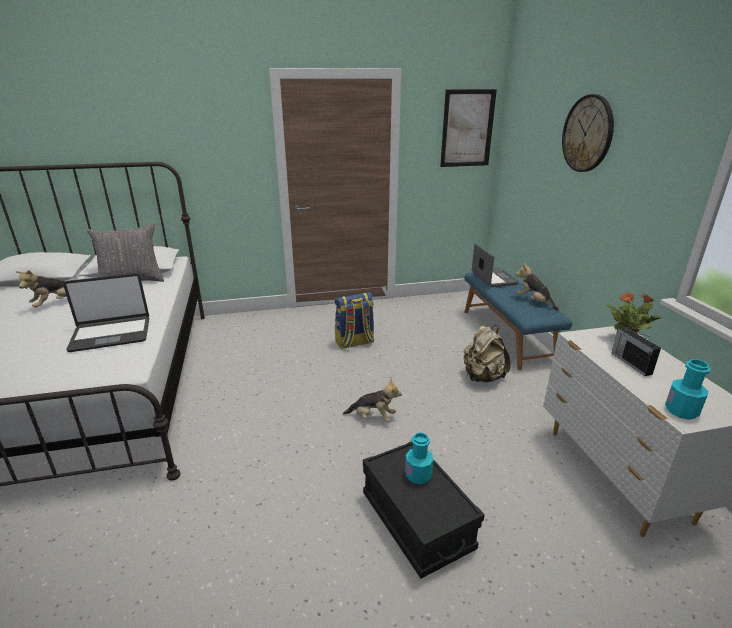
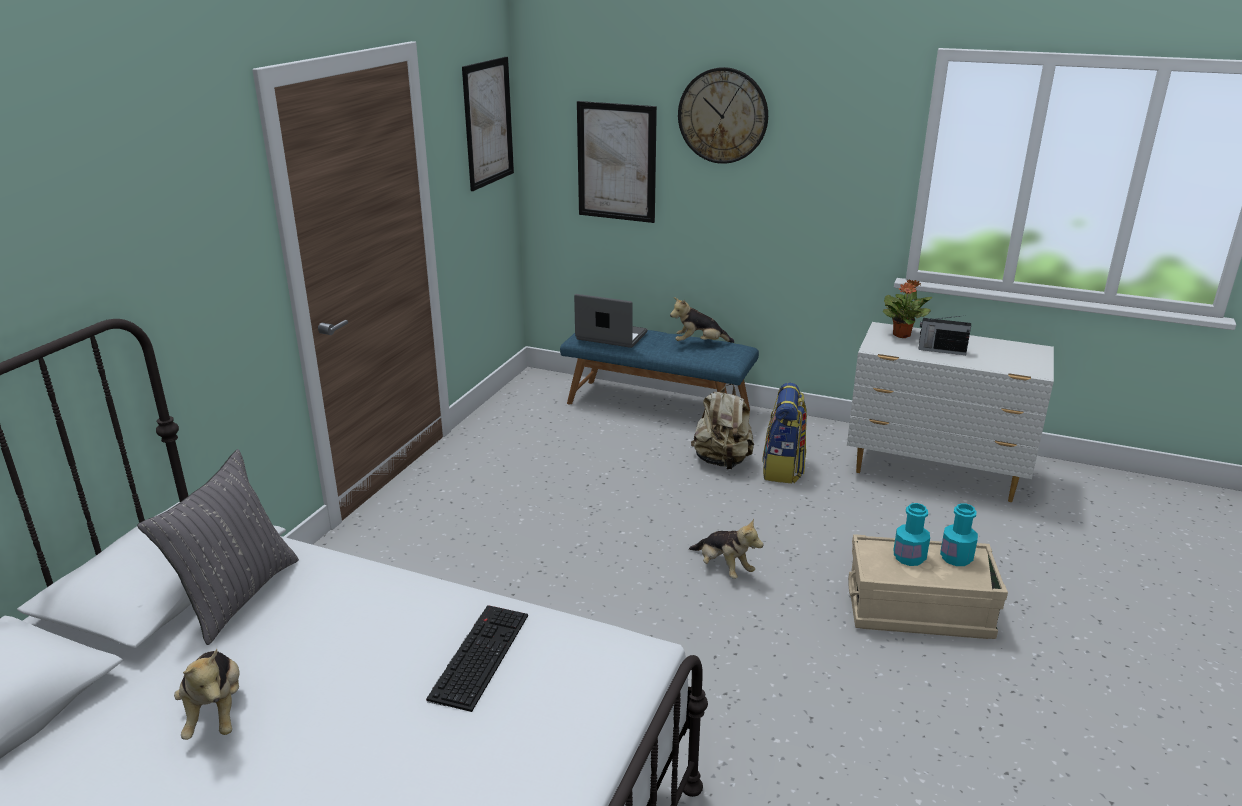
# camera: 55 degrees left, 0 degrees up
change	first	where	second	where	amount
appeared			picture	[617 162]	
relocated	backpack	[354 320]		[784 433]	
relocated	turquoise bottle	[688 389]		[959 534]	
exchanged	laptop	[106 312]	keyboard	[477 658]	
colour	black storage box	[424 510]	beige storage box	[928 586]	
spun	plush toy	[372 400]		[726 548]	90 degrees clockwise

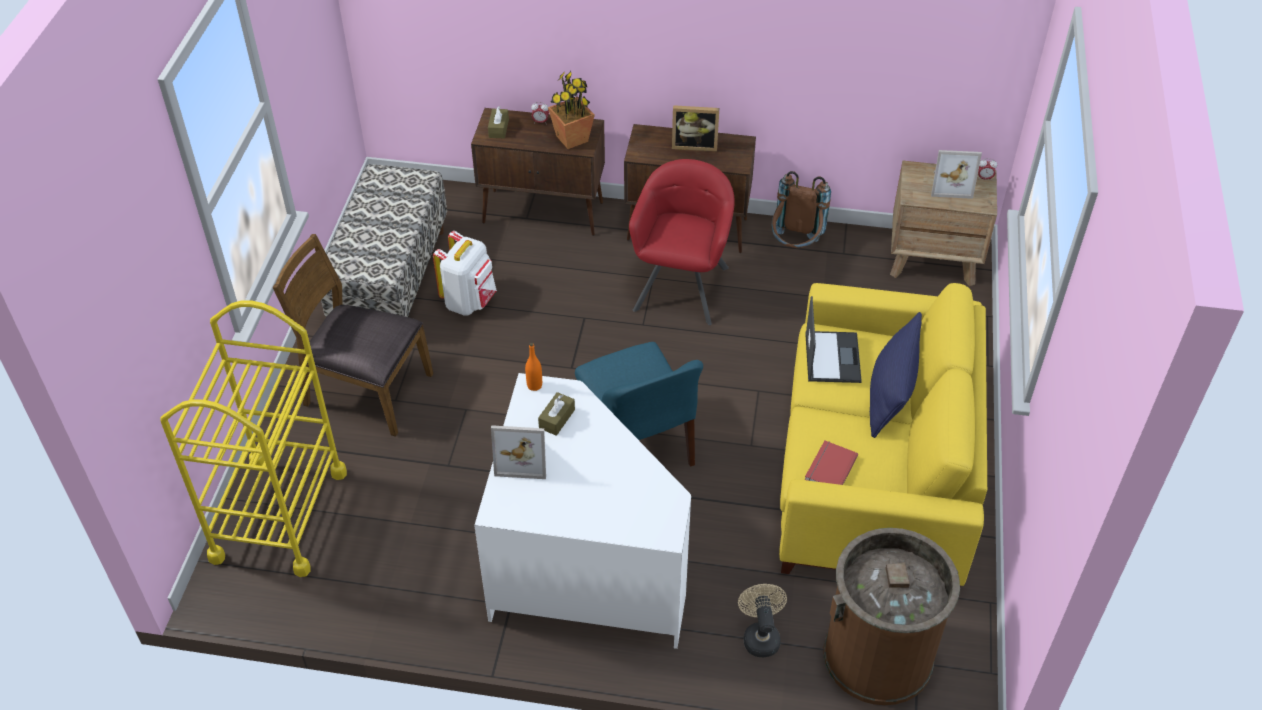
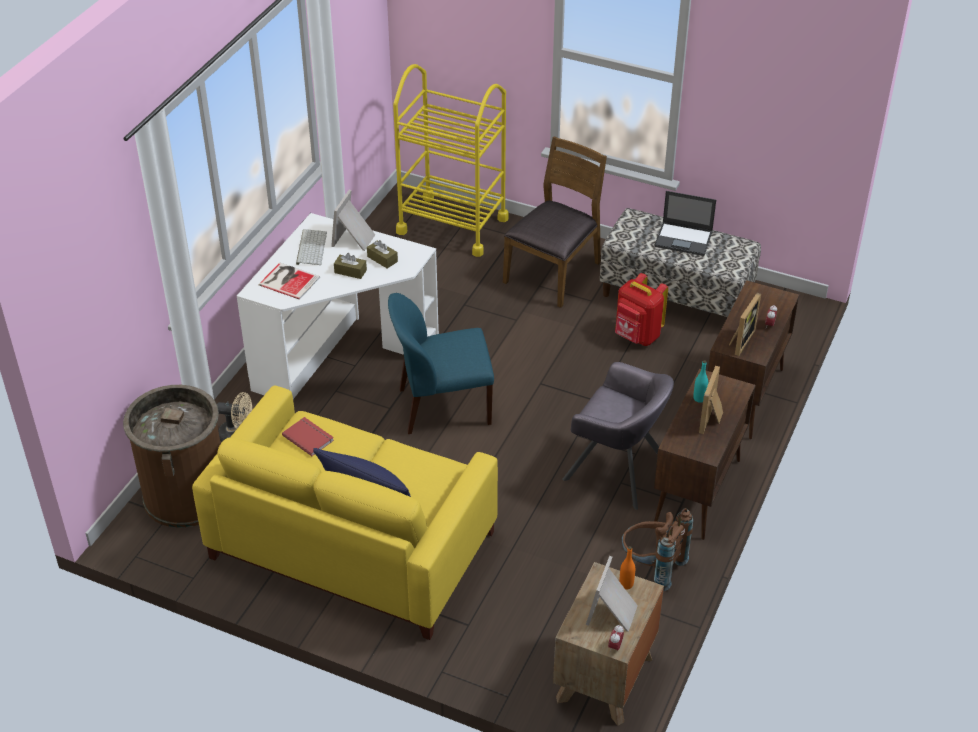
# camera: 105 degrees right, 5 degrees down
change	first	where	second	where	amount
appeared			book	[289 281]	
appeared			keyboard	[311 247]	
appeared			turquoise bottle	[700 381]	
relocated	brown tissue box	[498 122]		[350 266]	
relocated	orange bottle	[533 367]		[627 567]	
relocated	laptop	[833 339]		[685 223]	
exchanged	potted plant	[571 110]	picture frame	[745 324]	
colour	white backpack	[465 273]	red backpack	[641 309]	
colour	red armchair	[682 242]	grey armchair	[618 436]	

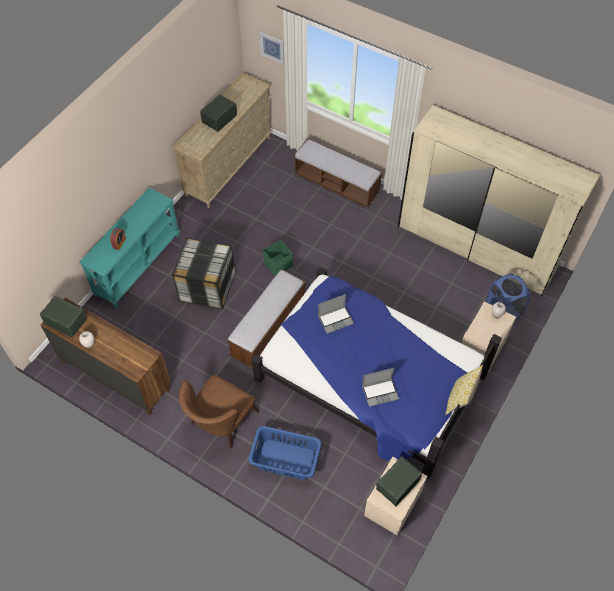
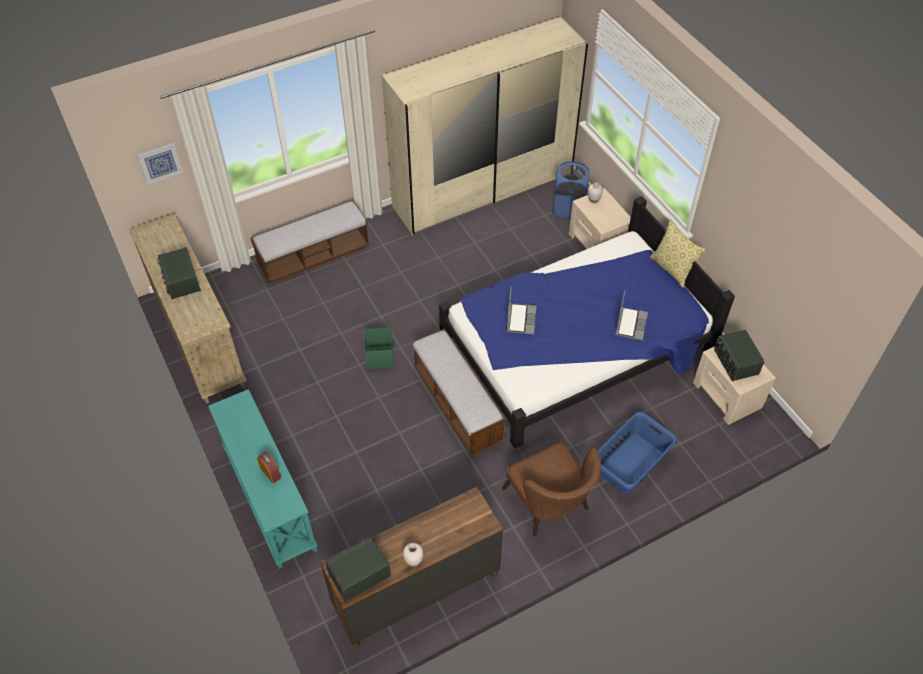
# camera: 60 degrees left, 5 degrees down
change	first	where	second	where	amount
missing	storage box	[204 273]			

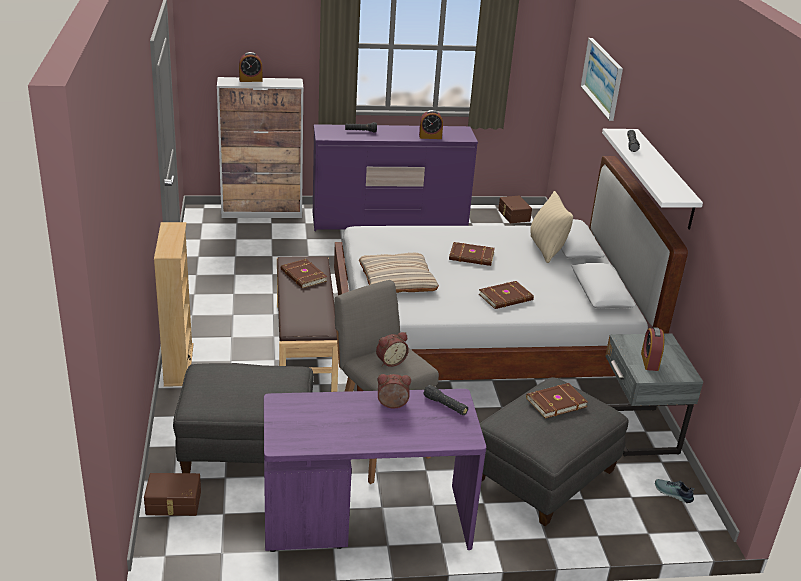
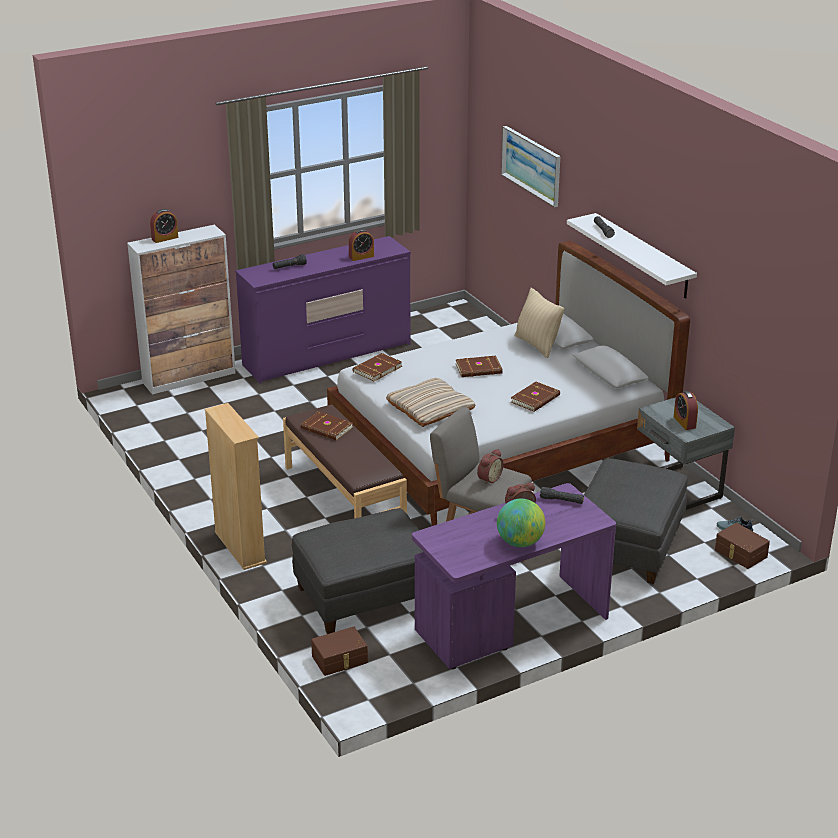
# camera: 20 degrees left, 0 degrees up
change	first	where	second	where	amount
appeared			globe	[521 523]	
relocated	brown storage box	[515 209]		[742 546]	
relocated	brown book	[557 401]		[377 367]	

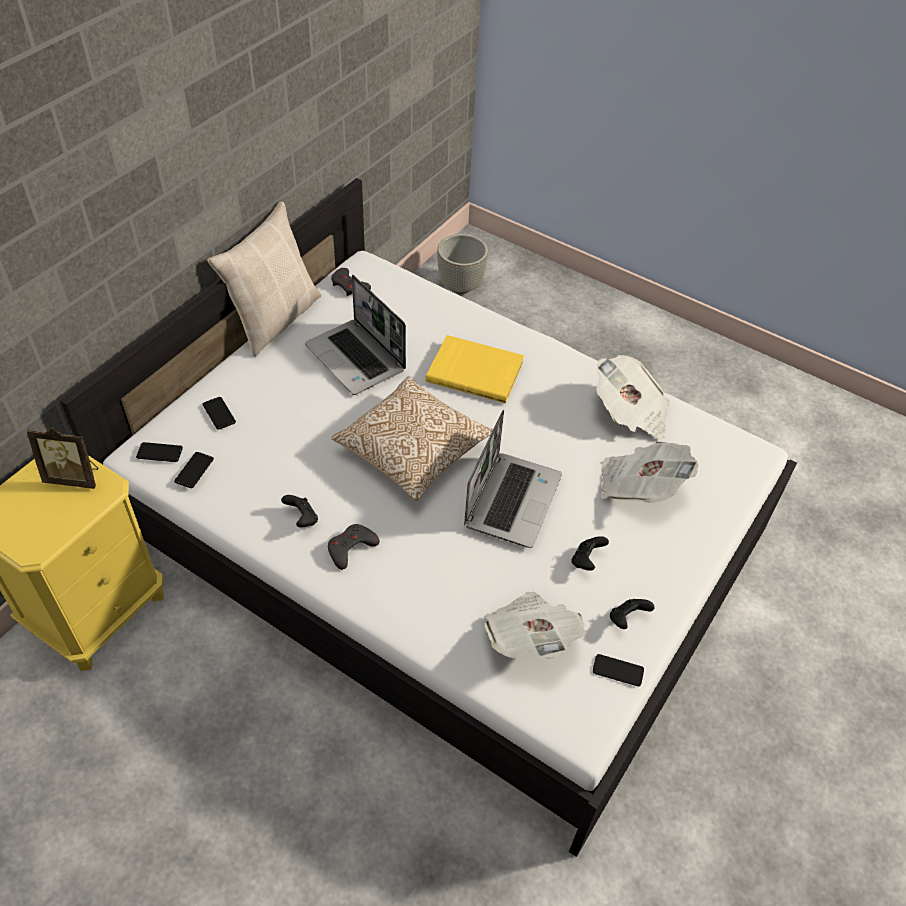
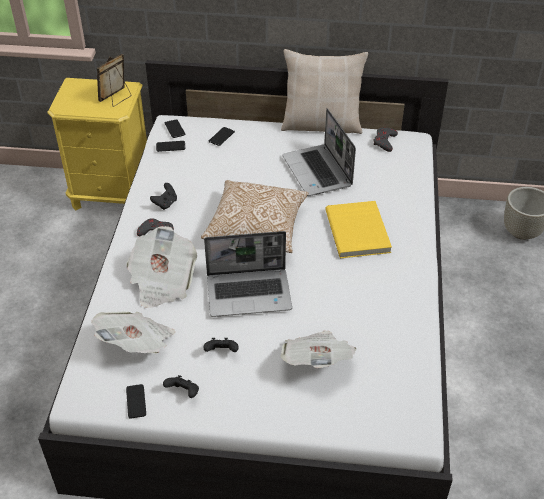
# camera: 65 degrees right, 5 degrees down
change	first	where	second	where	amount
relocated	newspaper	[633 397]		[162 267]	
spun	picture frame	[62 458]		[114 80]	60 degrees clockwise
spun	laptop	[355 335]		[319 152]	45 degrees counterclockwise

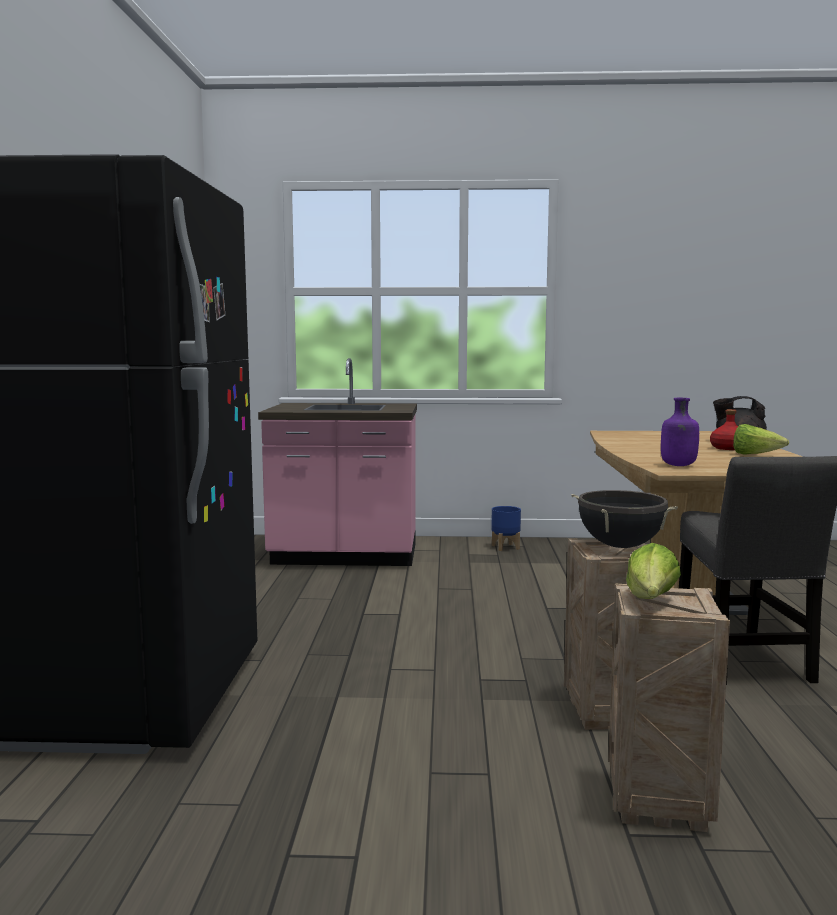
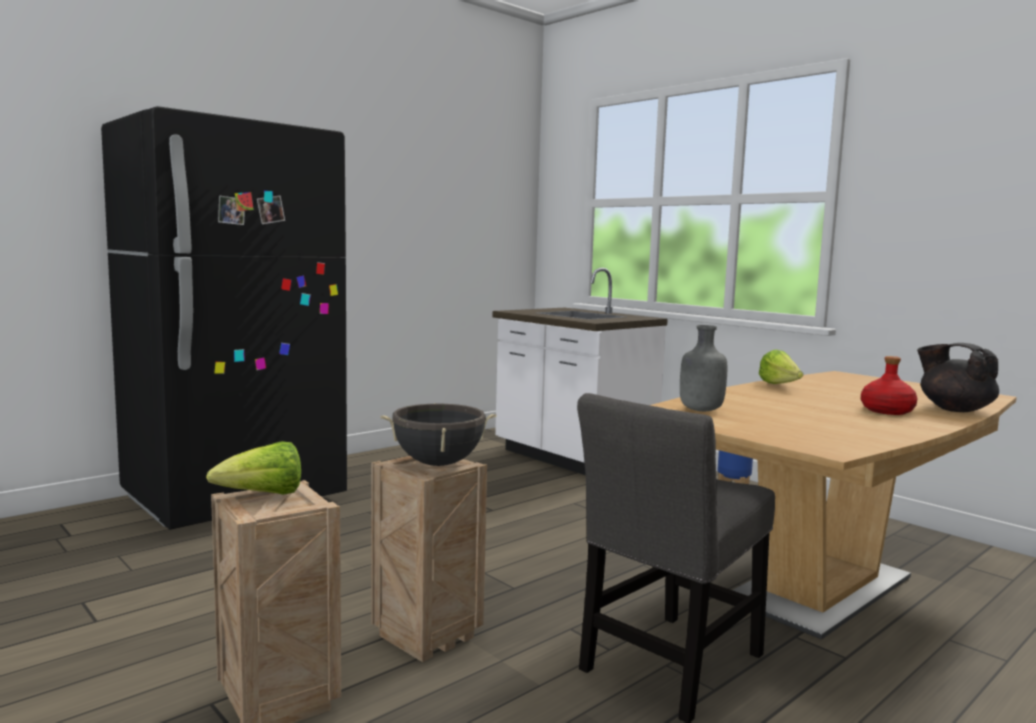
# camera: 45 degrees right, 0 degrees up
change	first	where	second	where	amount
relocated	lettuce	[761 439]		[780 367]	
colour	pink counter	[337 462]	white counter	[580 371]	
colour	purple bottle	[680 432]	grey bottle	[703 368]	

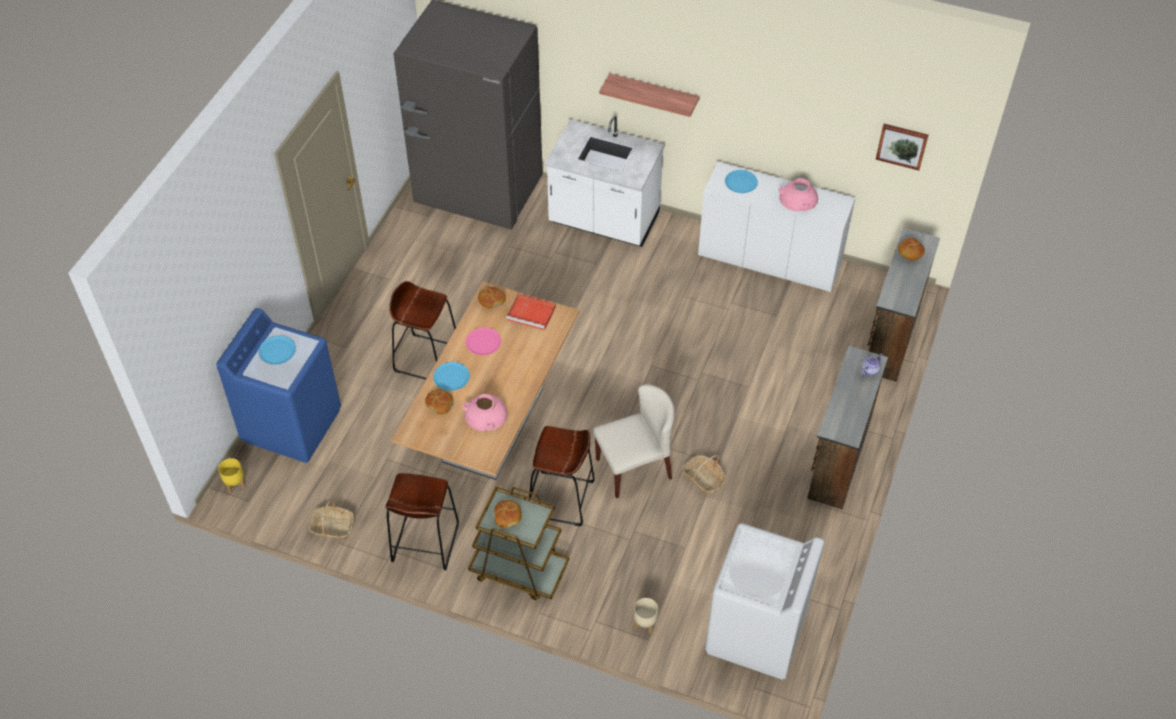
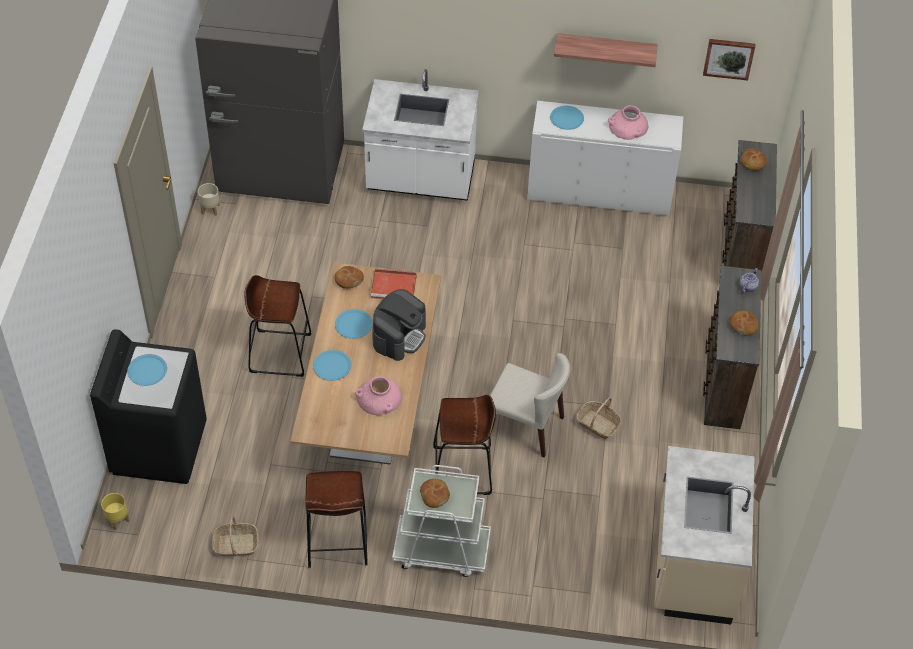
# camera: 15 degrees left, 0 degrees up
change	first	where	second	where	amount
appeared			coffee machine	[399 325]	
relocated	bread	[439 401]		[744 323]	
relocated	shelf	[649 95]		[606 50]	
relocated	beige planter	[646 616]		[209 199]	
exchanged	white washing machine	[764 601]	beige counter	[704 535]	
colour	blue washing machine	[278 385]	black washing machine	[148 406]	
colour	pink plate	[483 341]	blue plate	[354 324]	
colour	brown cart	[518 543]	white cart	[441 521]	
spun	beige chair	[634 441]		[530 405]	60 degrees clockwise

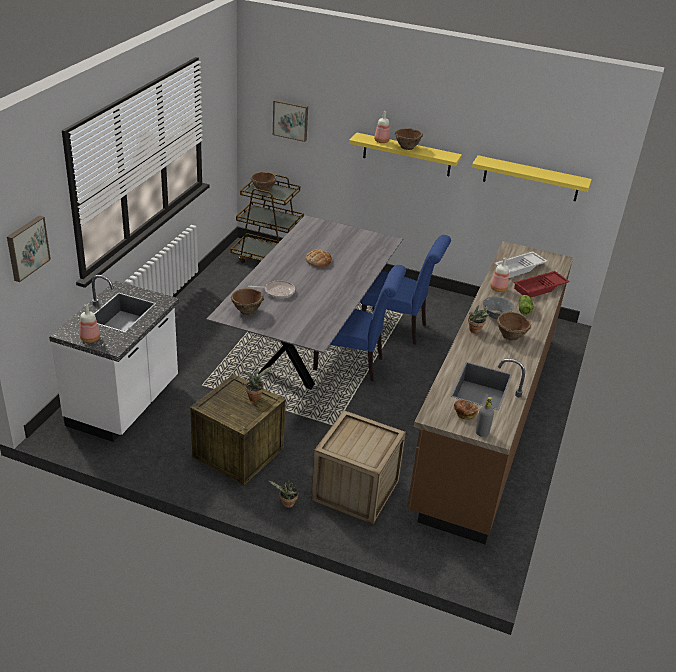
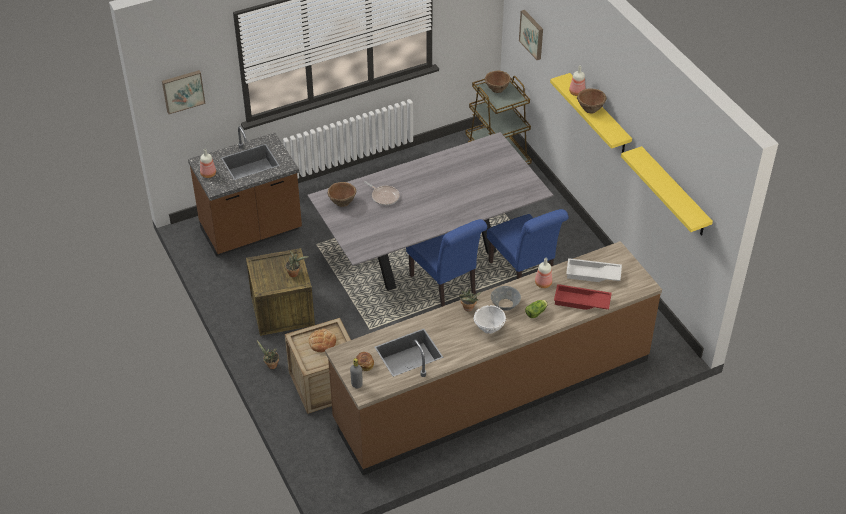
# camera: 45 degrees right, 10 degrees up
change	first	where	second	where	amount
relocated	bread	[319 258]		[322 340]	
colour	white counter	[114 358]	brown counter	[245 191]	
colour	brown bowl	[514 326]	white bowl	[490 319]	

